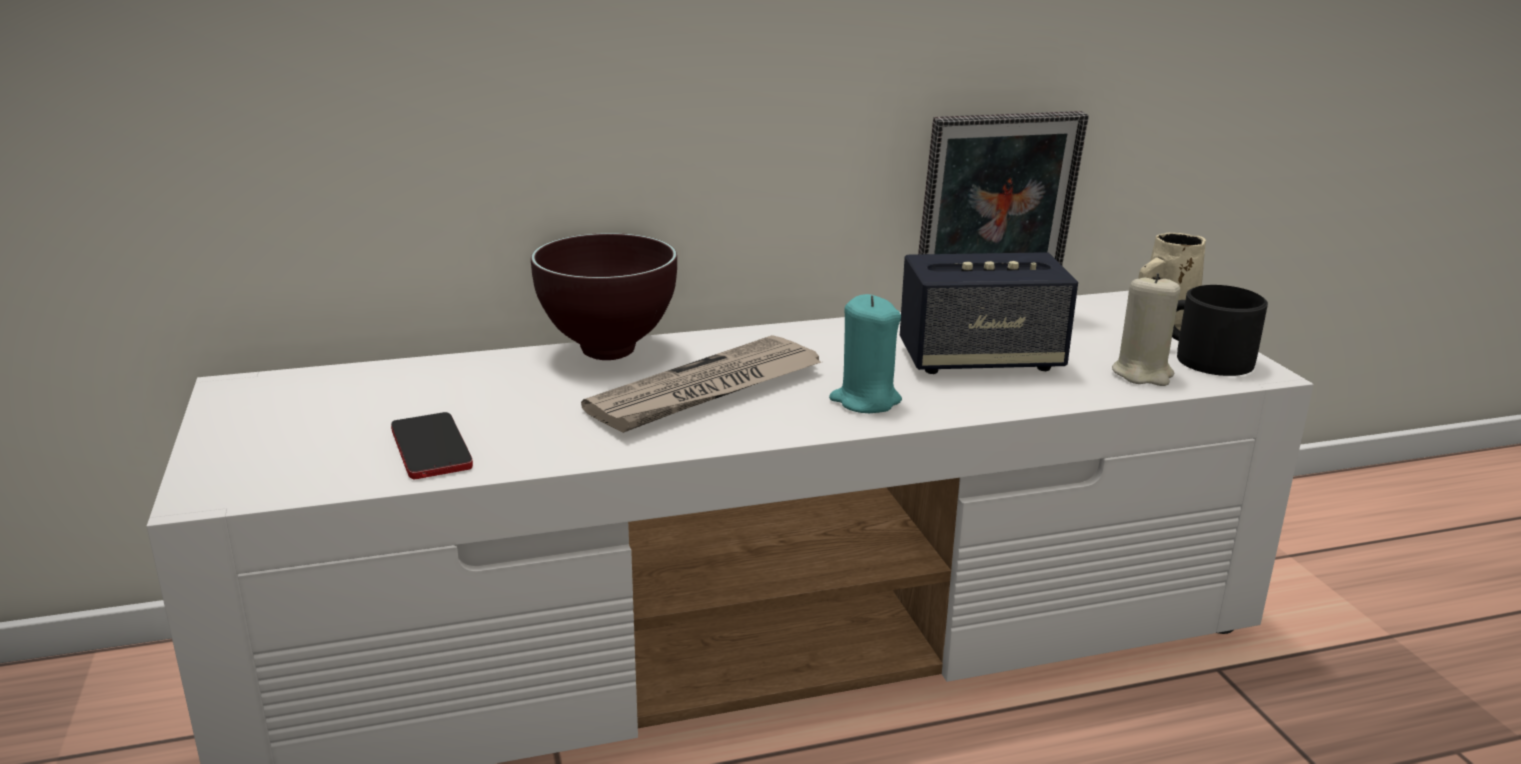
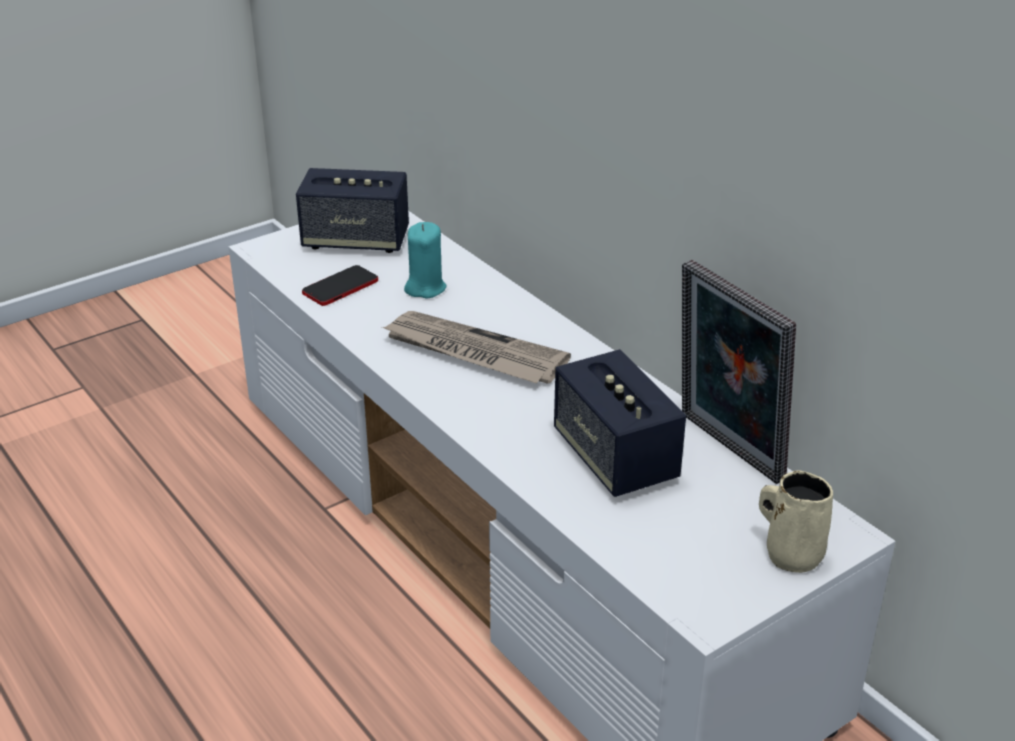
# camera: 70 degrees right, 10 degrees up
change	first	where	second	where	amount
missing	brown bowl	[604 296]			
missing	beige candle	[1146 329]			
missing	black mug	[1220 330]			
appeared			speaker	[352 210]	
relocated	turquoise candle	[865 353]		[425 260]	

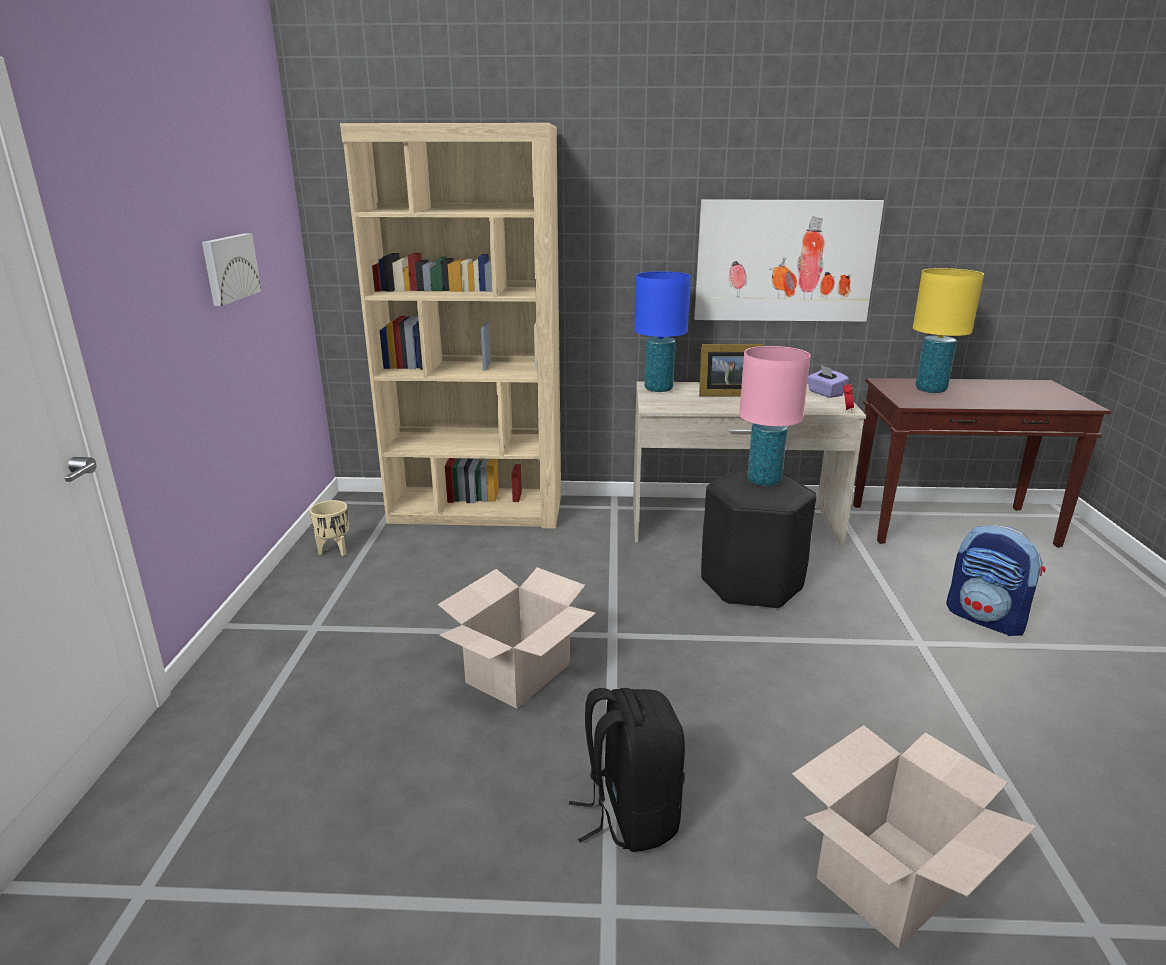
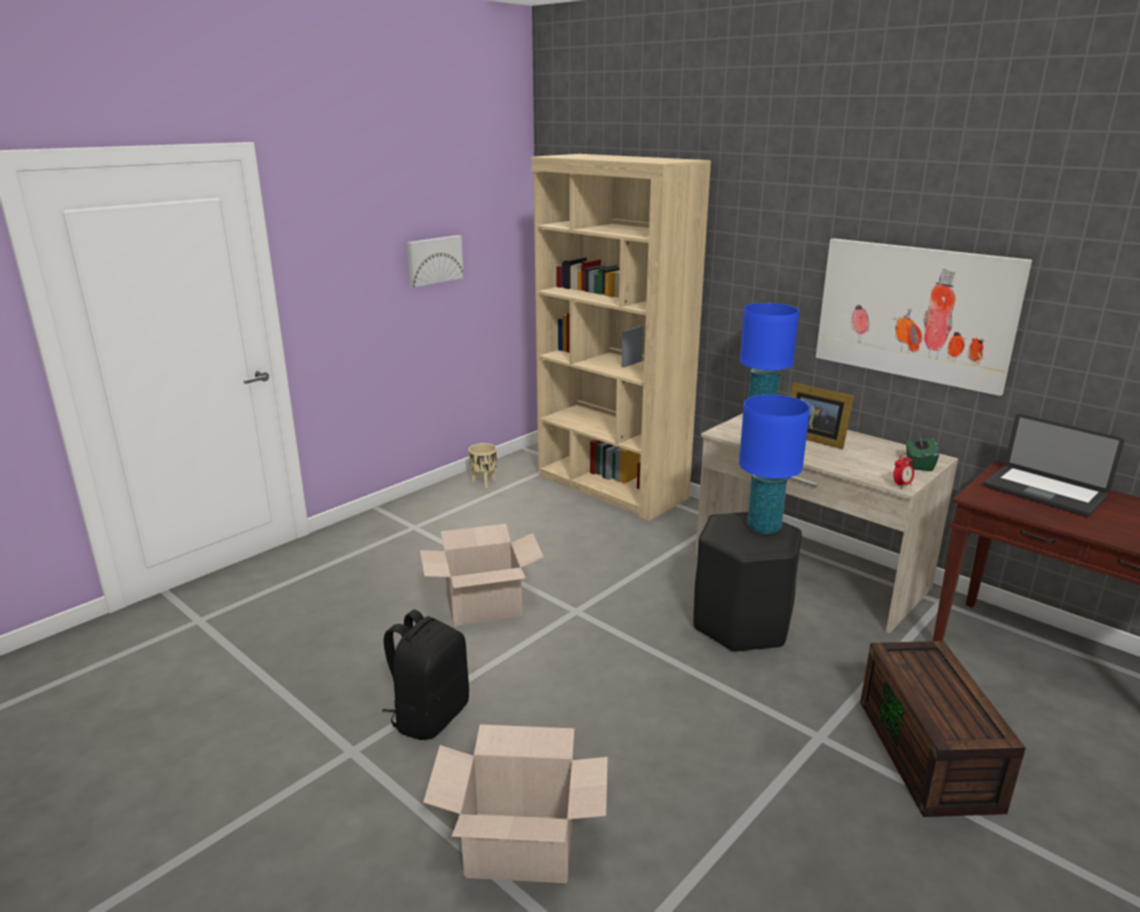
# camera: 40 degrees right, 0 degrees up
change	first	where	second	where	amount
exchanged	yellow table lamp	[948 330]	laptop	[1054 465]	
exchanged	backpack	[995 580]	brown storage box	[943 729]	
colour	pink table lamp	[775 416]	blue table lamp	[774 464]	
colour	purple tissue box	[828 381]	green tissue box	[922 454]	

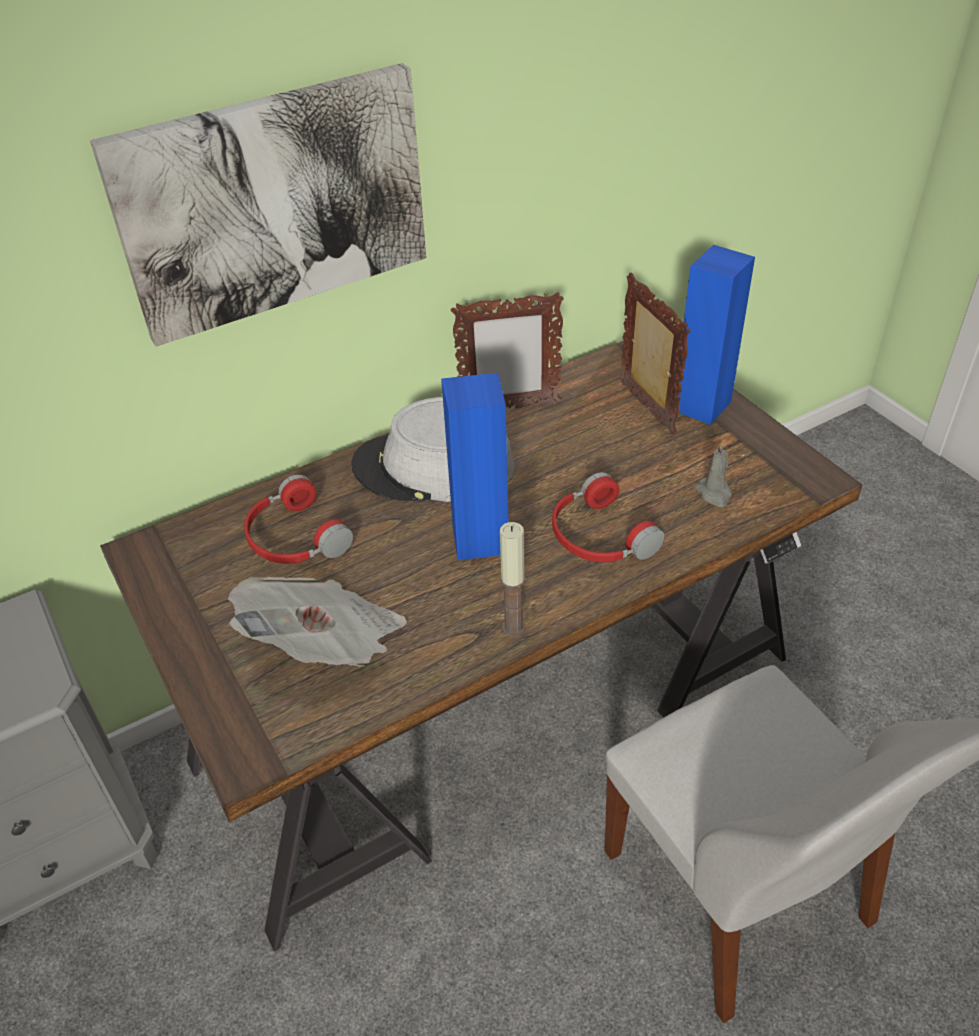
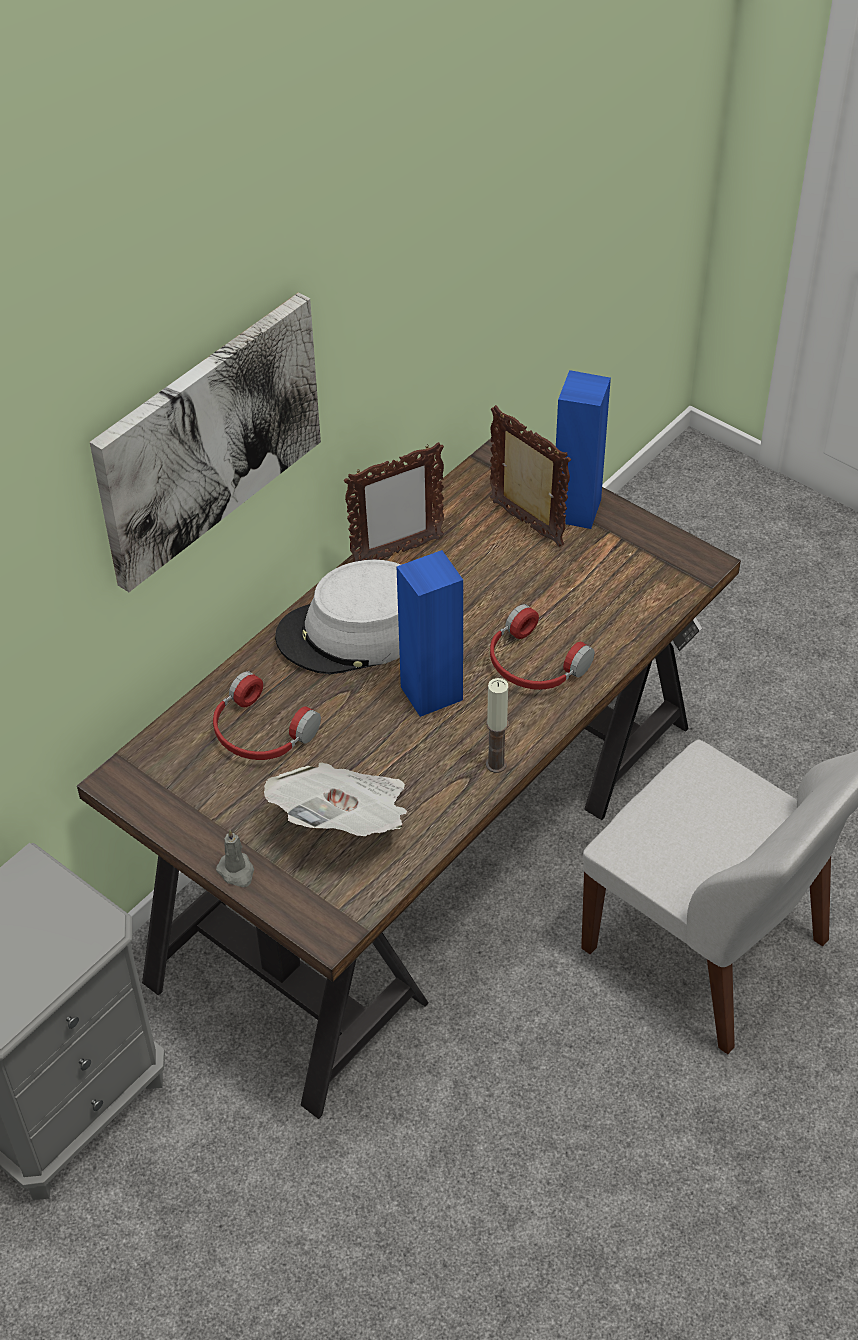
# camera: 20 degrees left, 5 degrees up
change	first	where	second	where	amount
relocated	grey candle	[713 474]		[235 858]	

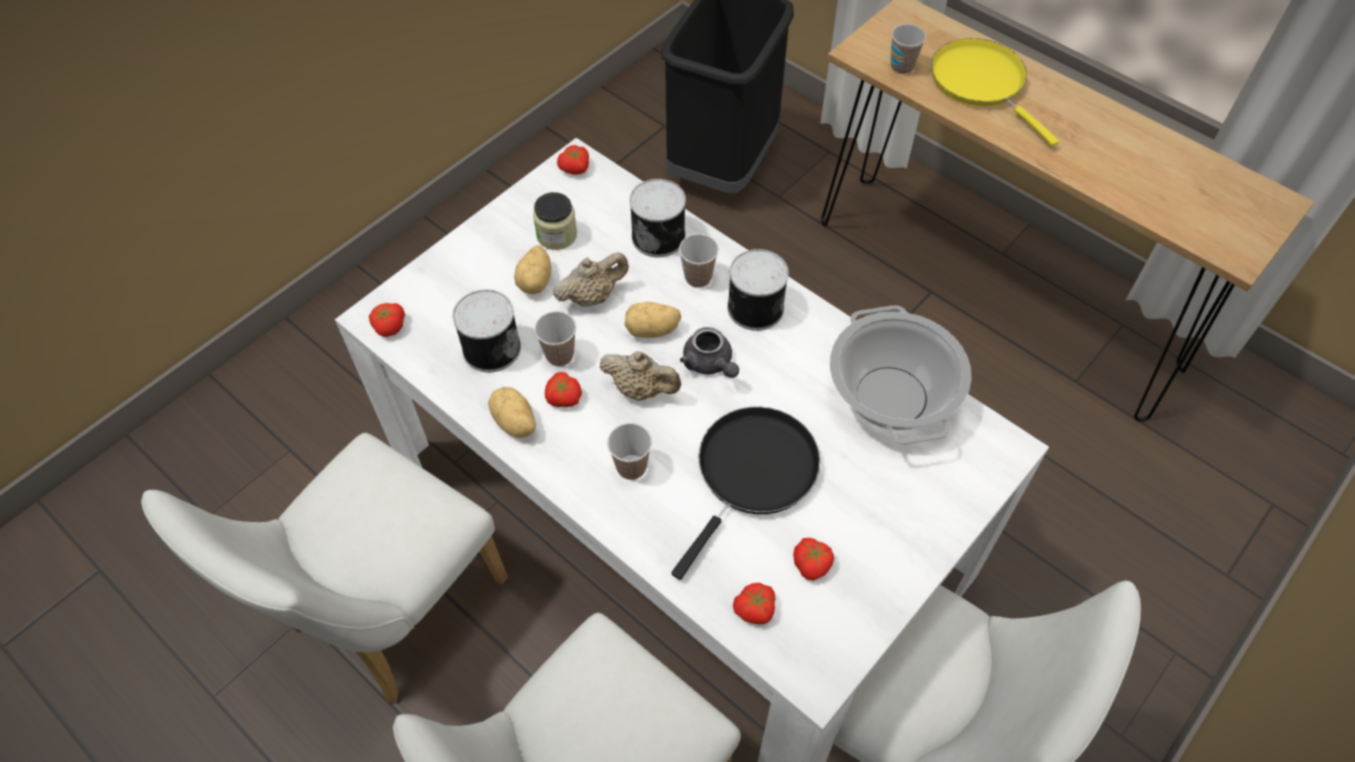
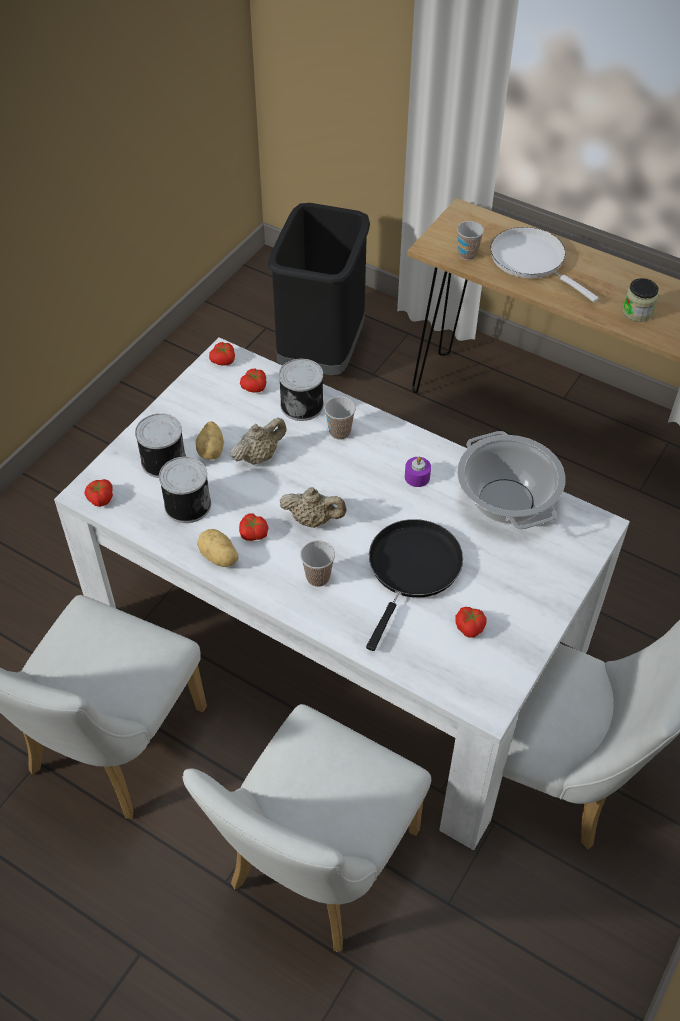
# camera: 10 degrees left, 5 degrees down
change	first	where	second	where	amount
missing	cup	[555 338]			
missing	potato	[653 320]			
missing	grey teapot	[709 352]			
appeared			purple candle	[418 472]	
relocated	jar	[555 221]		[640 300]	
relocated	can	[758 290]		[160 445]	
relocated	tomato	[754 603]		[253 380]	
colour	yellow frying pan	[995 92]	white frying pan	[544 264]	

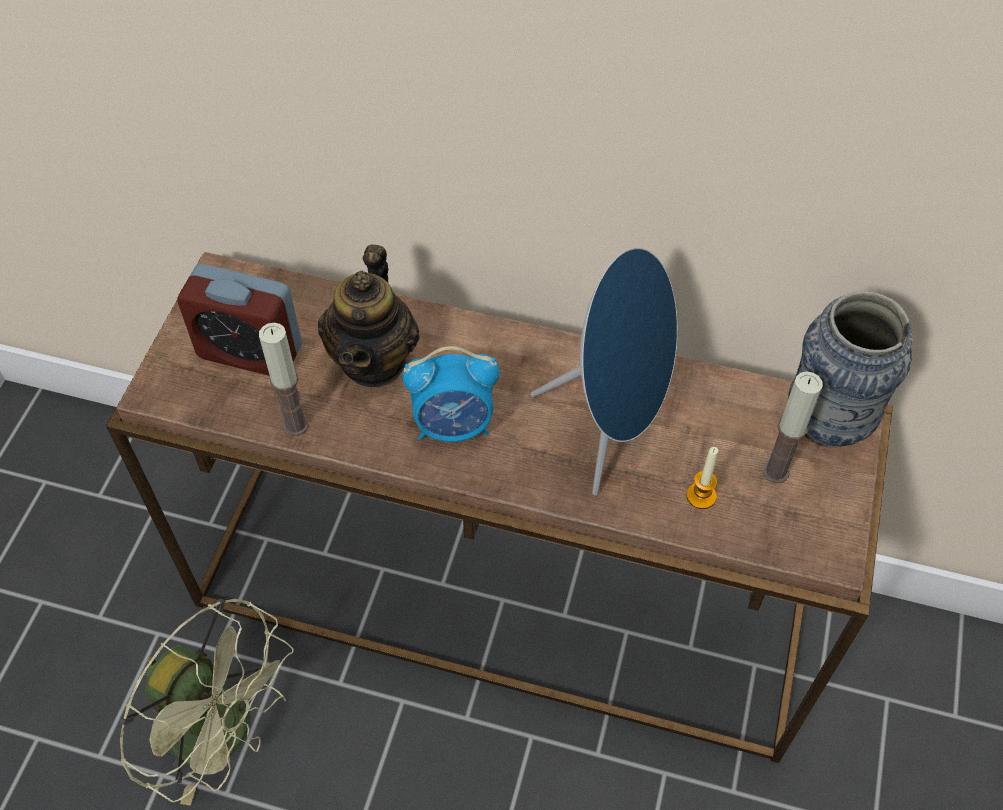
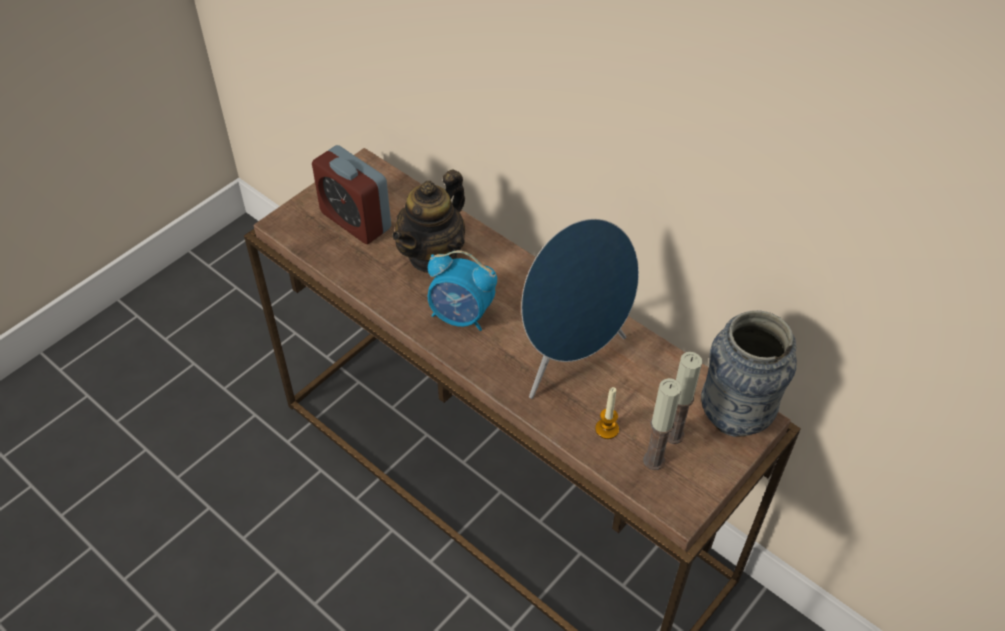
# camera: 25 degrees right, 5 degrees down
change	first	where	second	where	amount
missing	green fan	[207 702]			
relocated	candle	[284 379]		[662 424]	

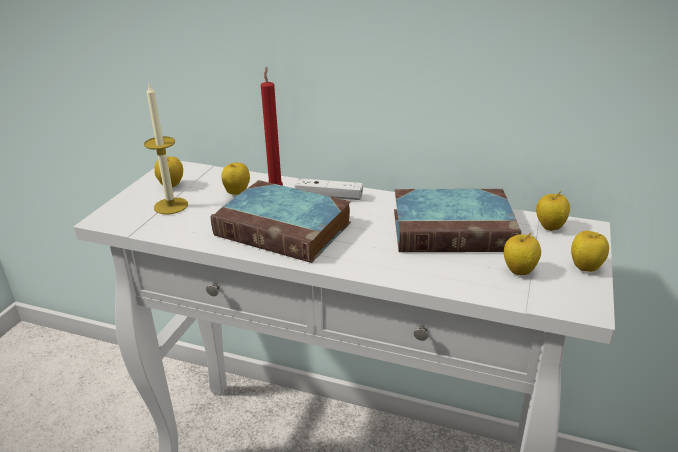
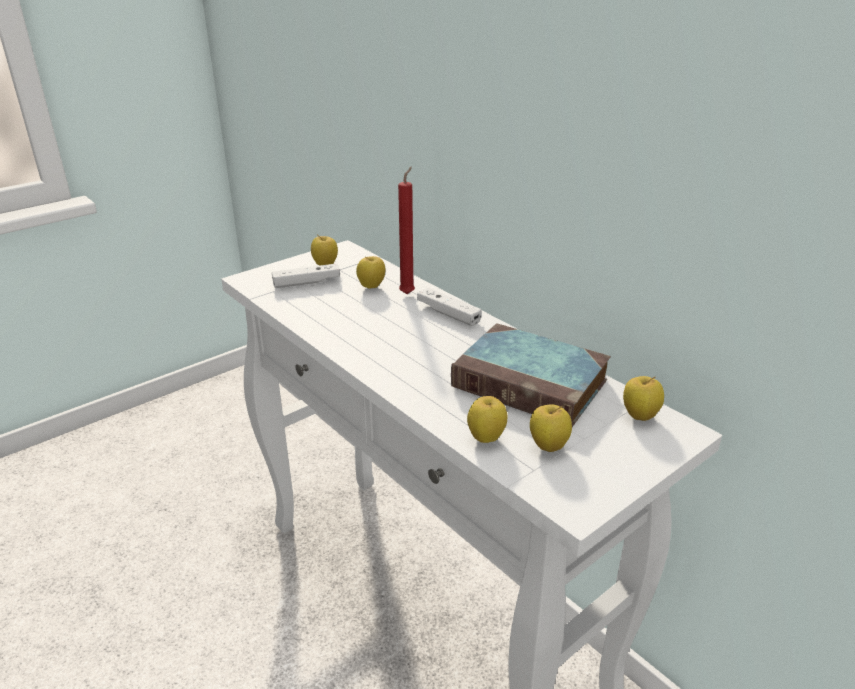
# camera: 30 degrees right, 0 degrees up
change	first	where	second	where	amount
missing	book	[281 221]			
relocated	apple	[590 251]		[487 419]	
exchanged	candle	[166 149]	white game controller	[306 275]	

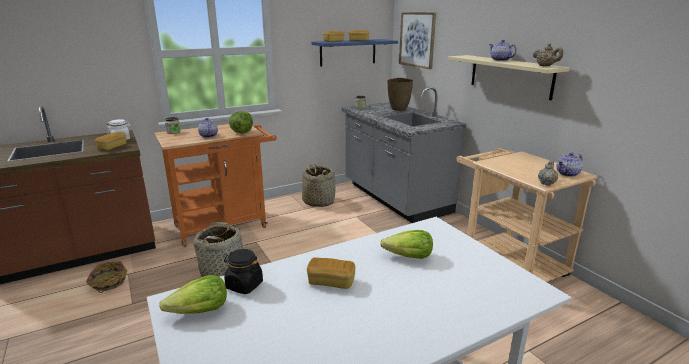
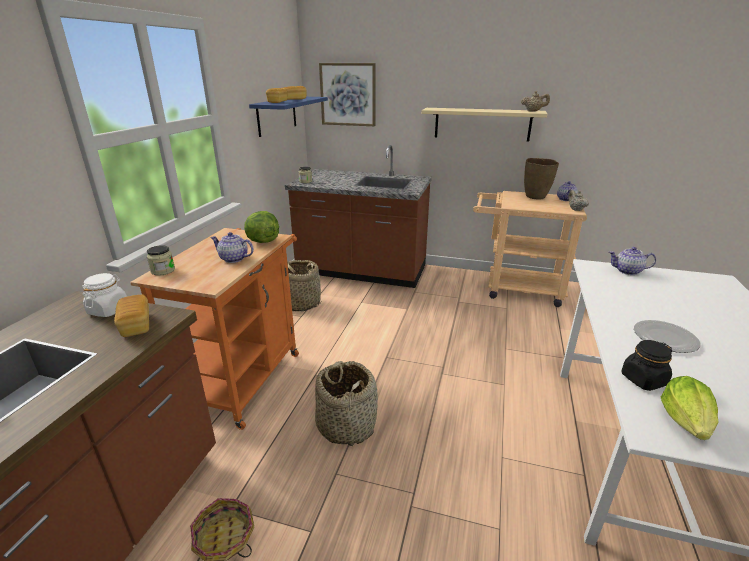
# camera: 45 degrees left, 5 degrees up
change	first	where	second	where	amount
missing	lettuce	[406 244]			
relocated	brown vase	[400 94]		[541 178]	
relocated	teapot	[503 50]		[632 261]	
exchanged	bread	[331 273]	plate	[667 336]	
colour	grey counter	[404 155]	brown counter	[358 216]	

